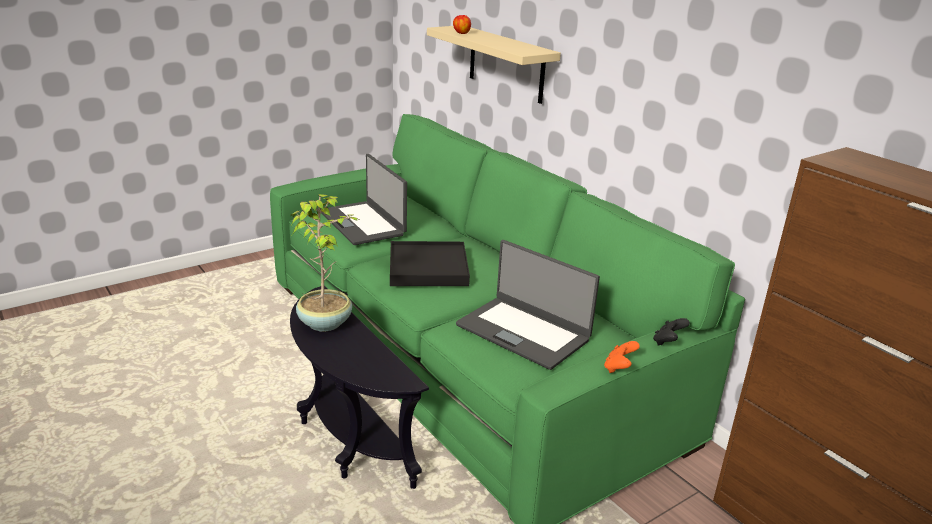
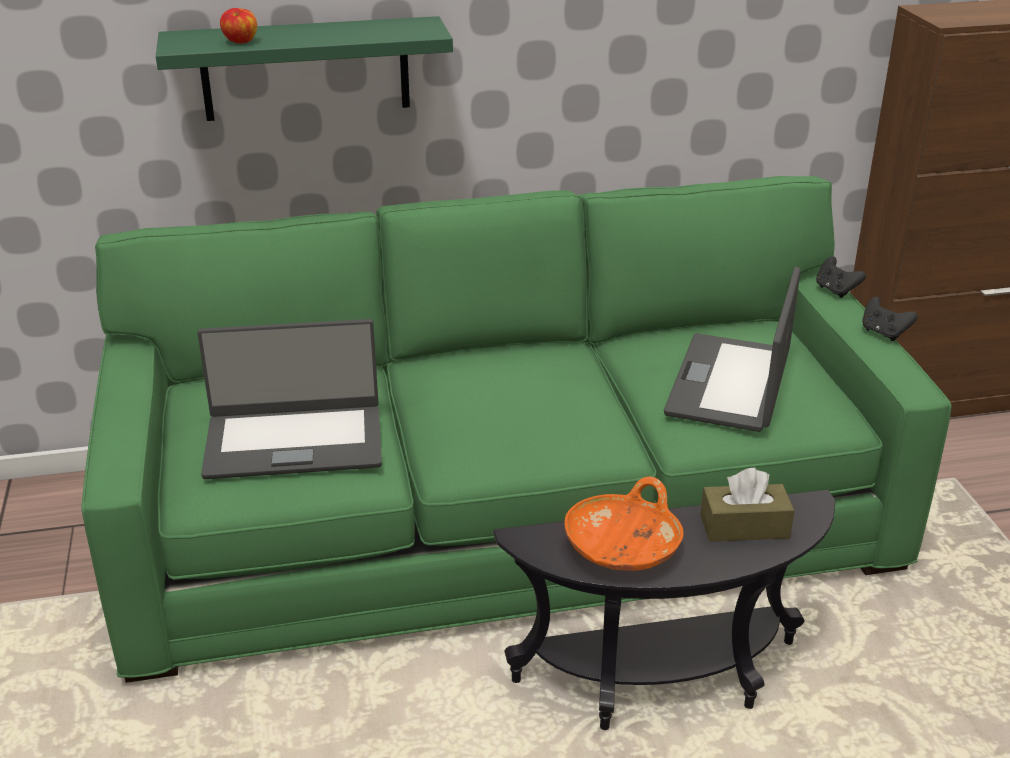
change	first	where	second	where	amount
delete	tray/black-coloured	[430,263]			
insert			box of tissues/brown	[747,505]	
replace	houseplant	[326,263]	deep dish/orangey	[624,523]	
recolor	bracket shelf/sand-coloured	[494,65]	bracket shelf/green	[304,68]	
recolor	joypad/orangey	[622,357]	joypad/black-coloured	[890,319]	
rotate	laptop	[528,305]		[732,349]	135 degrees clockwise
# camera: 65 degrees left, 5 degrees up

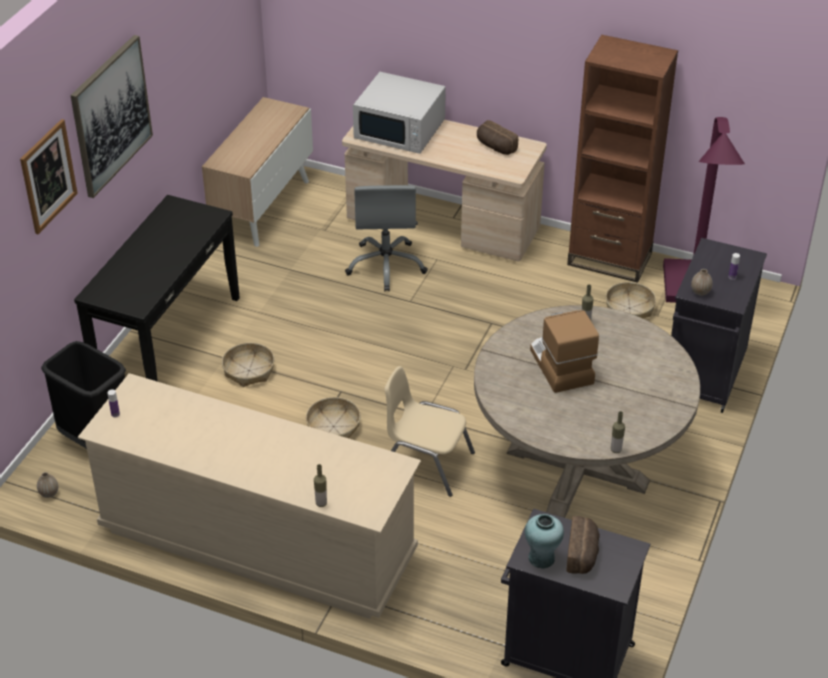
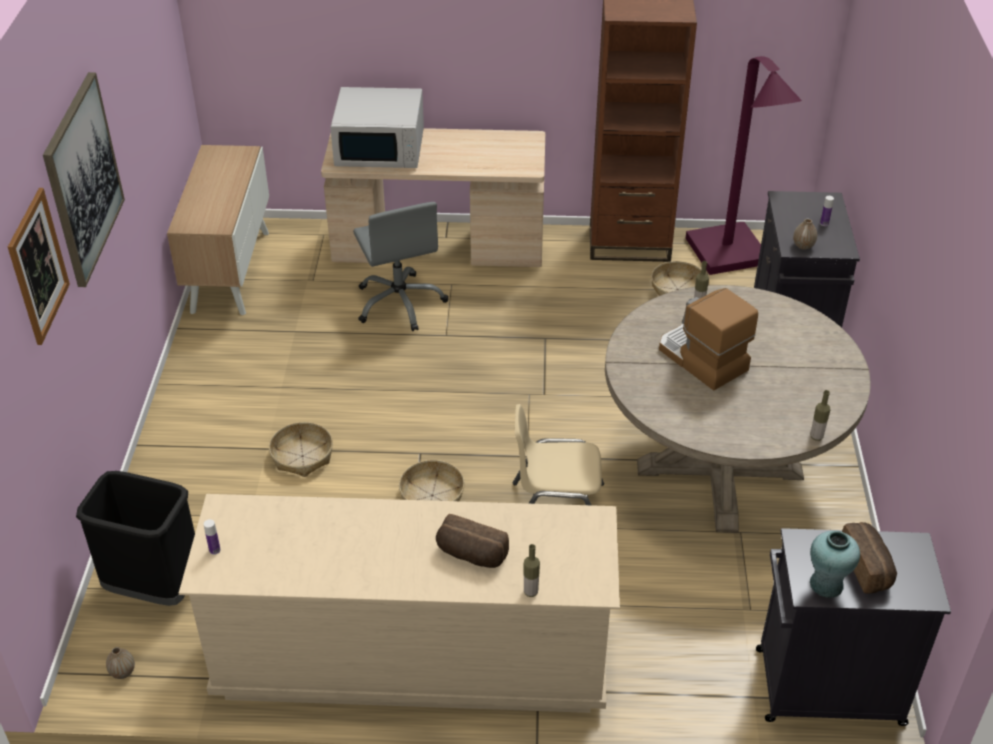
change	first	where	second	where	amount
delete	console table/black-coloured	[157,288]			
move	bakery bread	[497,137]		[472,541]	
# camera: 20 degrees left, 0 degrees up

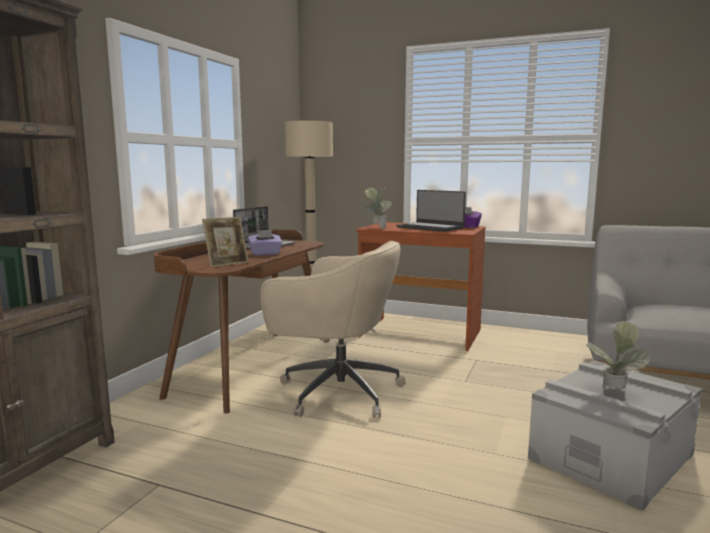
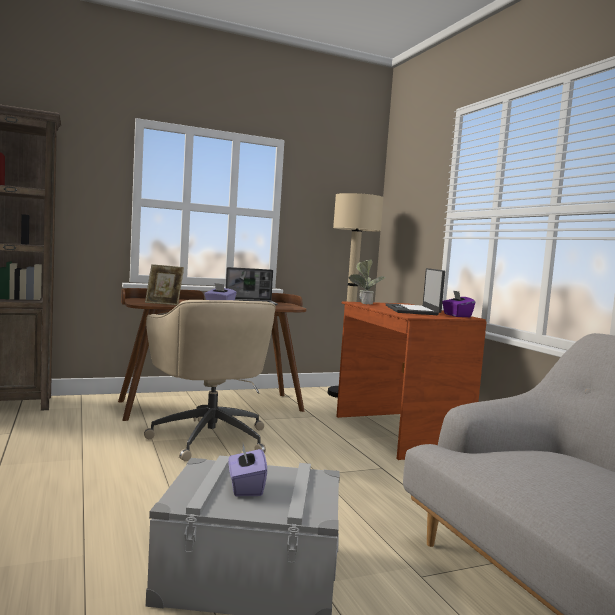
change	first	where	second	where	amount
replace	houseplant	[618,355]	box of tissues/purplish	[248,470]	
# camera: 45 degrees right, 5 degrees down

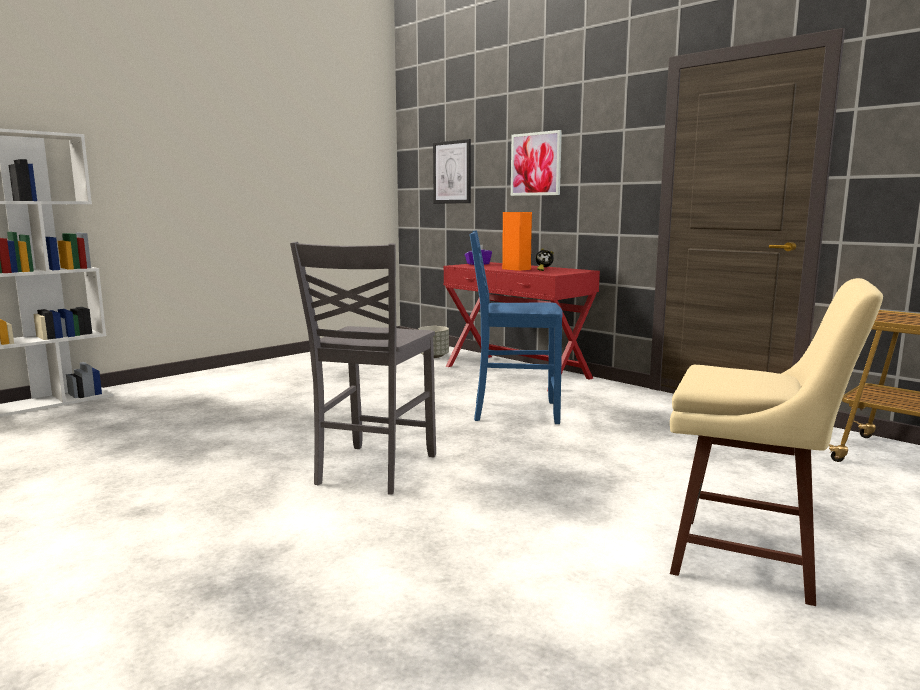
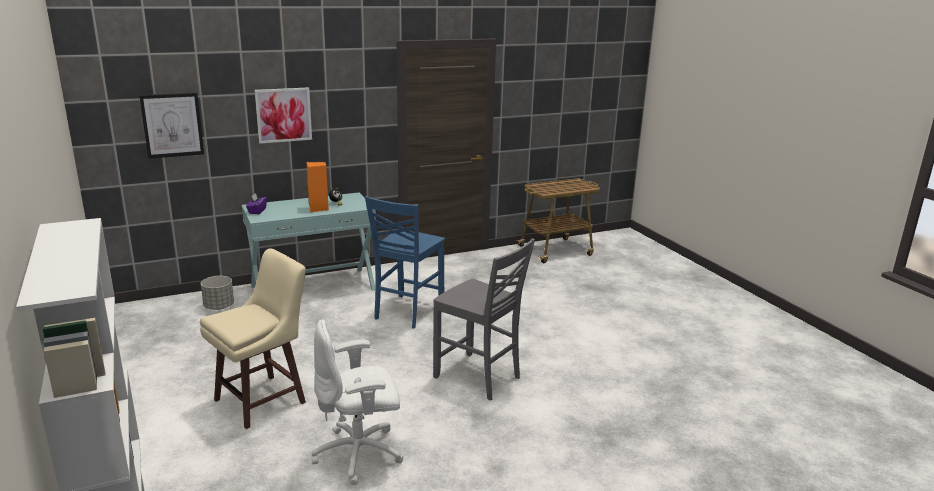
change	first	where	second	where	amount
insert			office chair/white-coloured	[357,402]	
move	stool/sand-coloured	[776,442]		[253,338]	
recolor	console table/reddish	[522,326]	console table/turquoise-coloured	[309,241]	
# camera: 70 degrees left, 10 degrees up

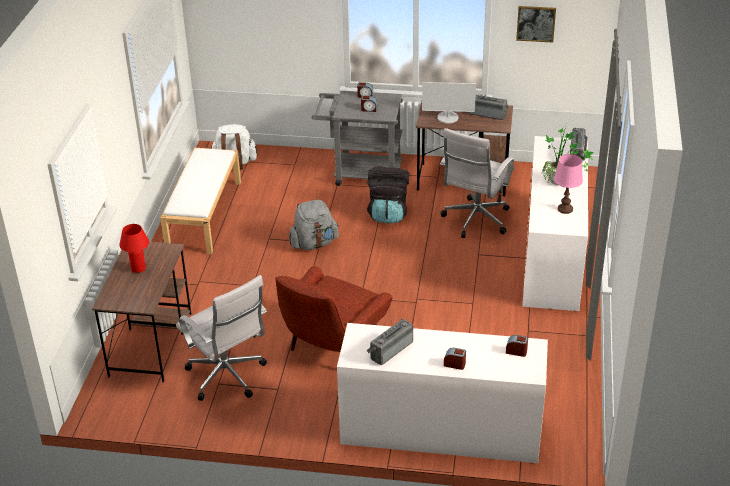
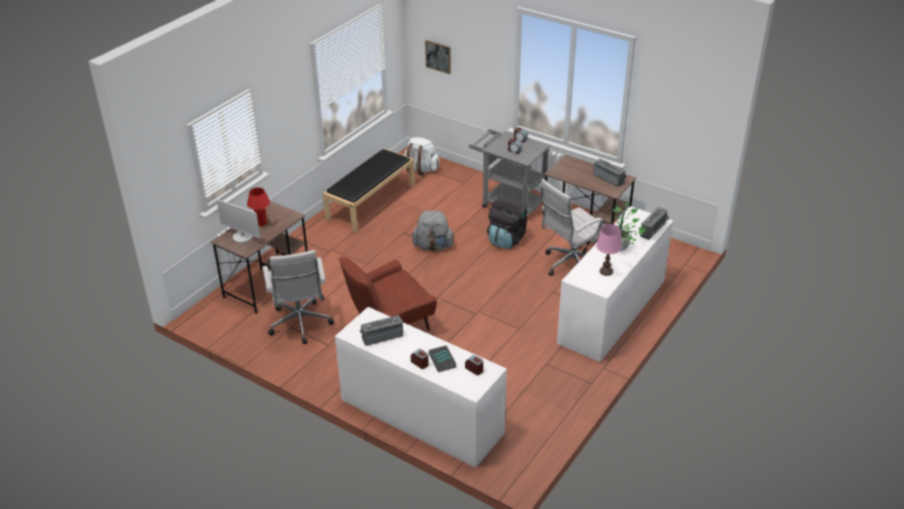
change	first	where	second	where	amount
insert			bound book	[442,358]	
move	monitor	[449,103]		[238,221]	
move	wall art	[536,24]		[438,57]	
recolor	indoor bench/white-coloured	[200,201]	indoor bench/black-coloured	[368,190]	
# camera: 25 degrees right, 0 degrees up

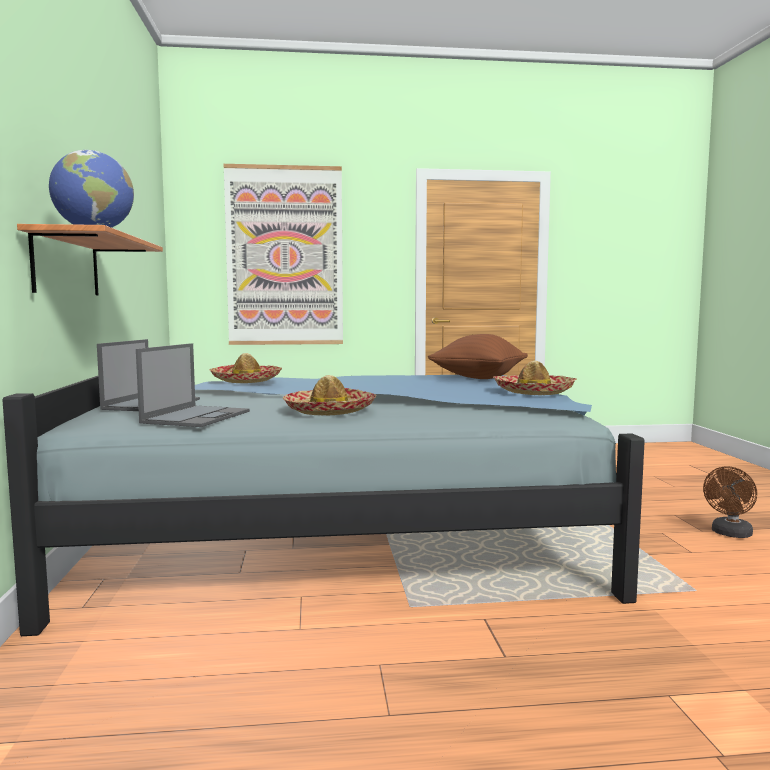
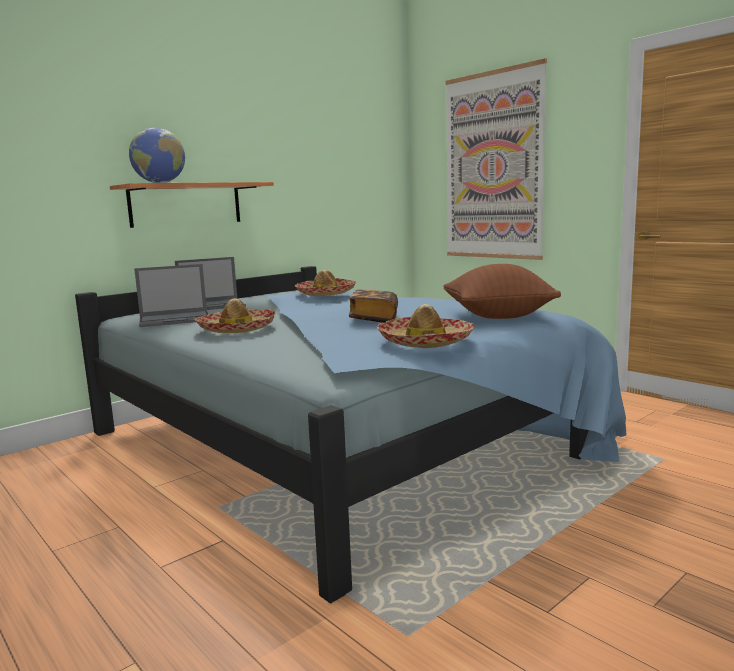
change	first	where	second	where	amount
delete	fan/brown	[730,502]			
insert			bound book	[373,306]	
# camera: 55 degrees right, 5 degrees up

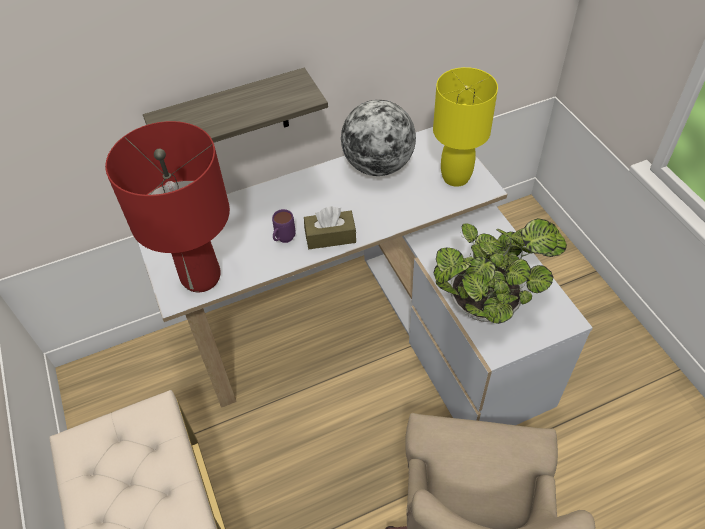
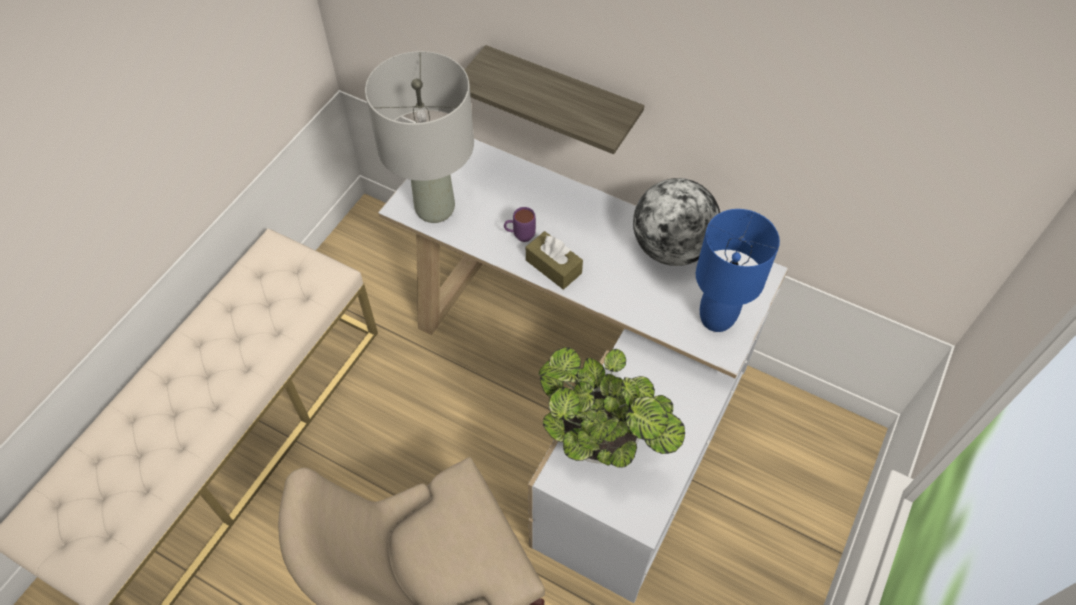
change	first	where	second	where	amount
recolor	lamp for a table/reddish	[167,206]	lamp for a table/greyish	[419,137]	
recolor	lamp for a table/yellowish	[465,127]	lamp for a table/blue	[738,270]	
# camera: 50 degrees right, 5 degrees up

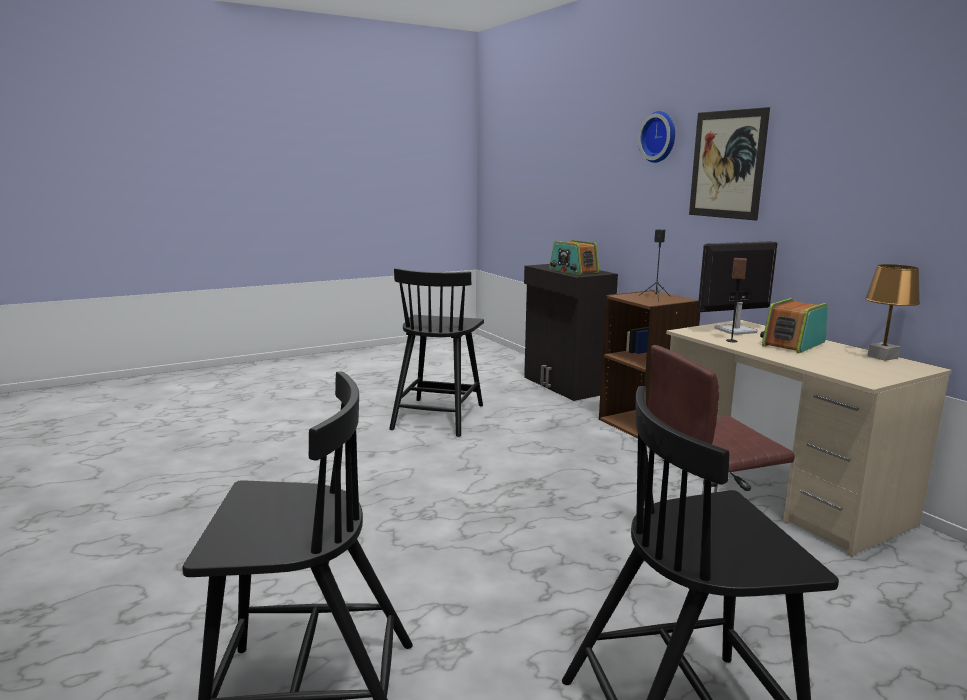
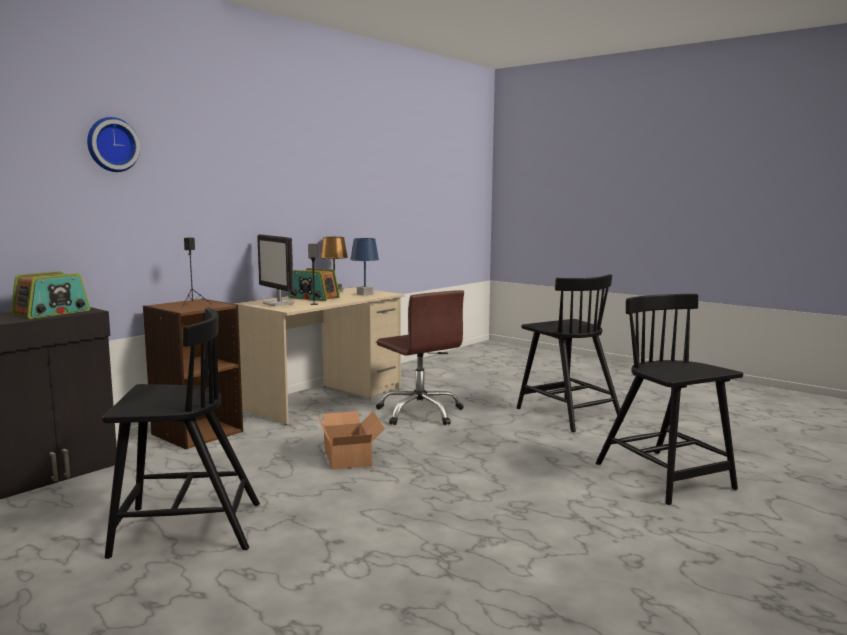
change	first	where	second	where	amount
delete	wall art	[729,164]			
insert			carton	[350,440]	
insert			lamp for a table/blue	[364,267]	
# camera: 110 degrees left, 5 degrees down

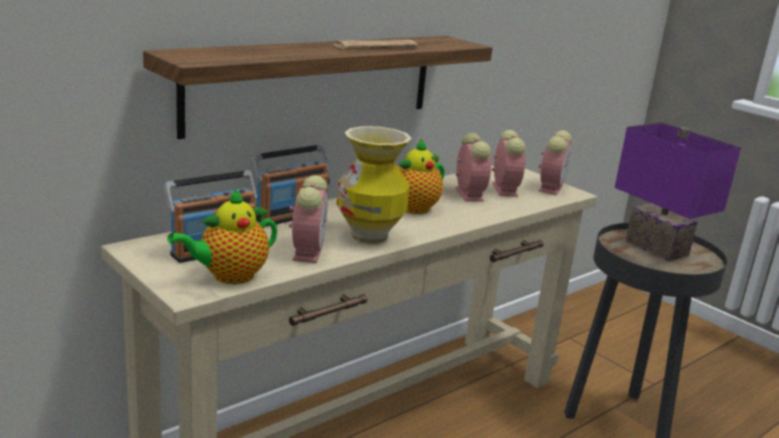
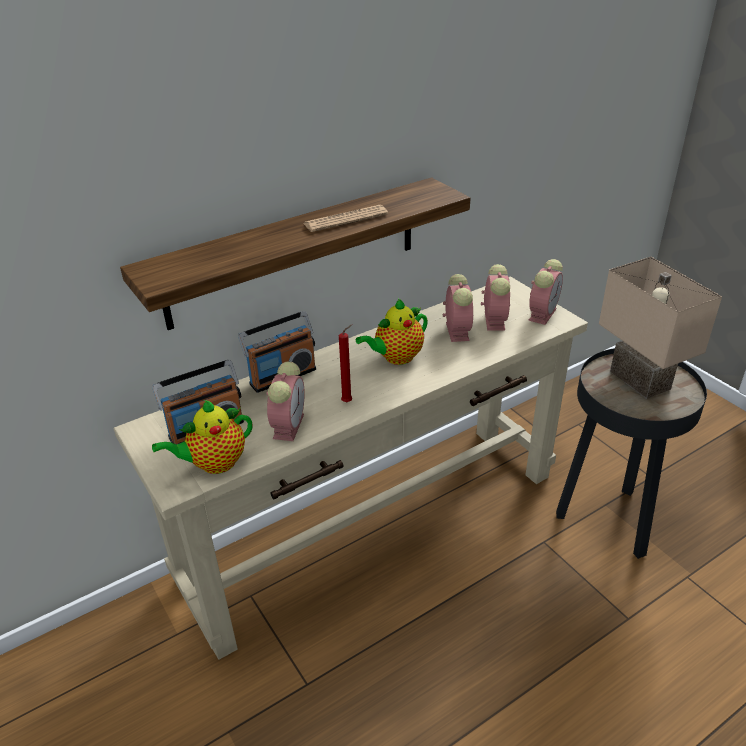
change	first	where	second	where	amount
replace	flower vase	[374,185]	candle/reddish	[345,363]	
recolor	lamp for a table/purplish	[678,192]	lamp for a table/sand-coloured	[660,328]	
# camera: 10 degrees right, 15 degrees up

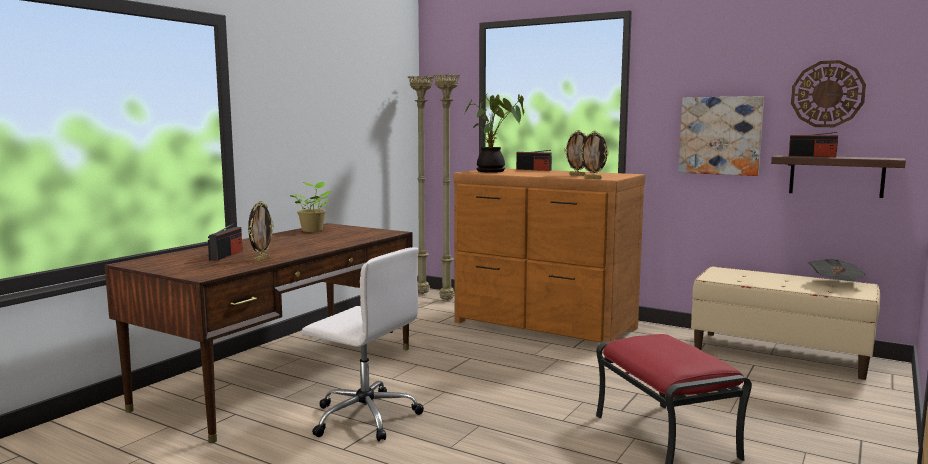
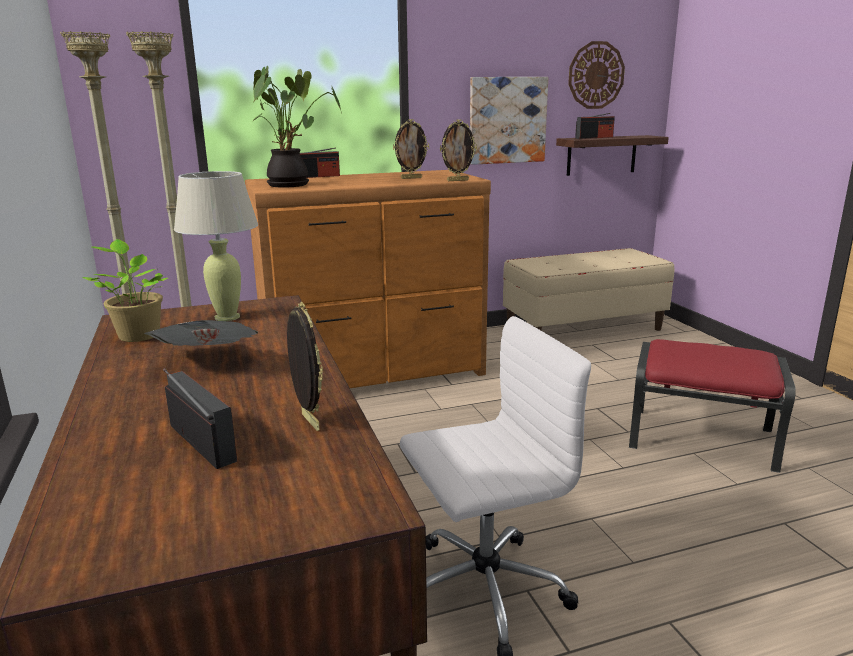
change	first	where	second	where	amount
insert			lamp for a table/sand-coloured	[216,246]	
move	printed paper	[836,270]		[200,333]	
# camera: 50 degrees left, 10 degrees up

